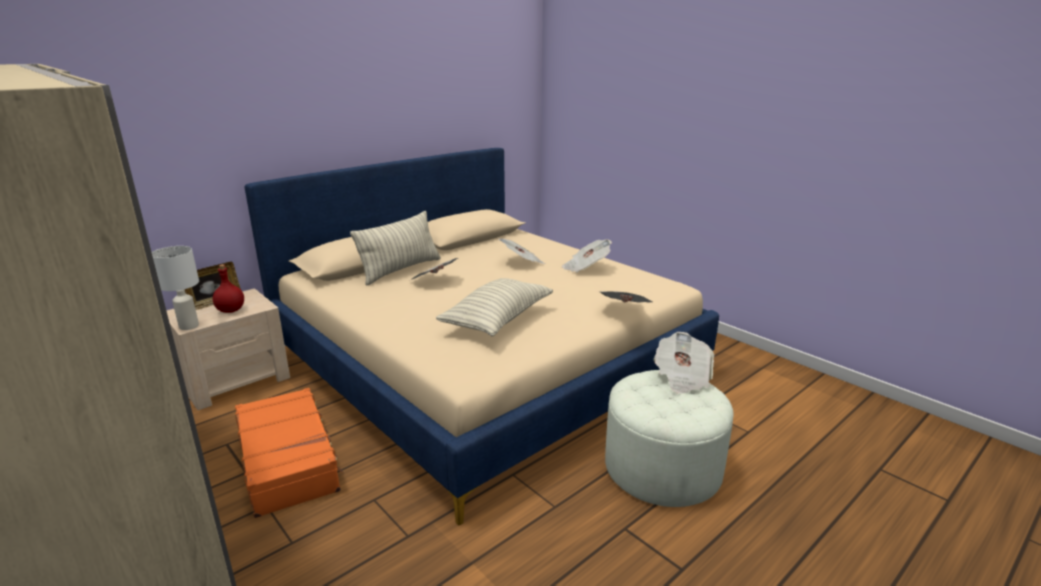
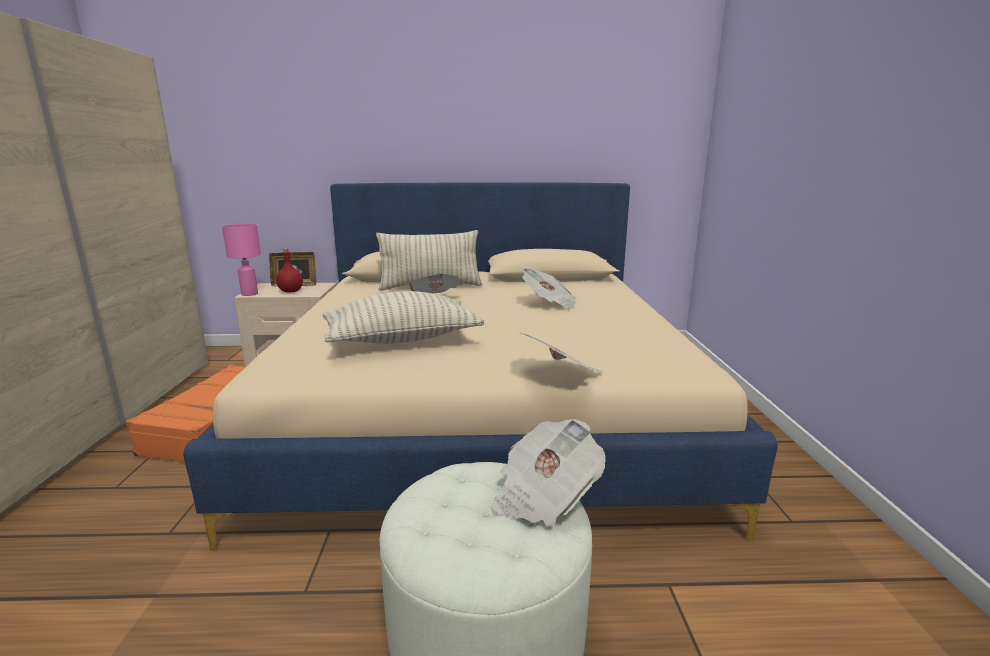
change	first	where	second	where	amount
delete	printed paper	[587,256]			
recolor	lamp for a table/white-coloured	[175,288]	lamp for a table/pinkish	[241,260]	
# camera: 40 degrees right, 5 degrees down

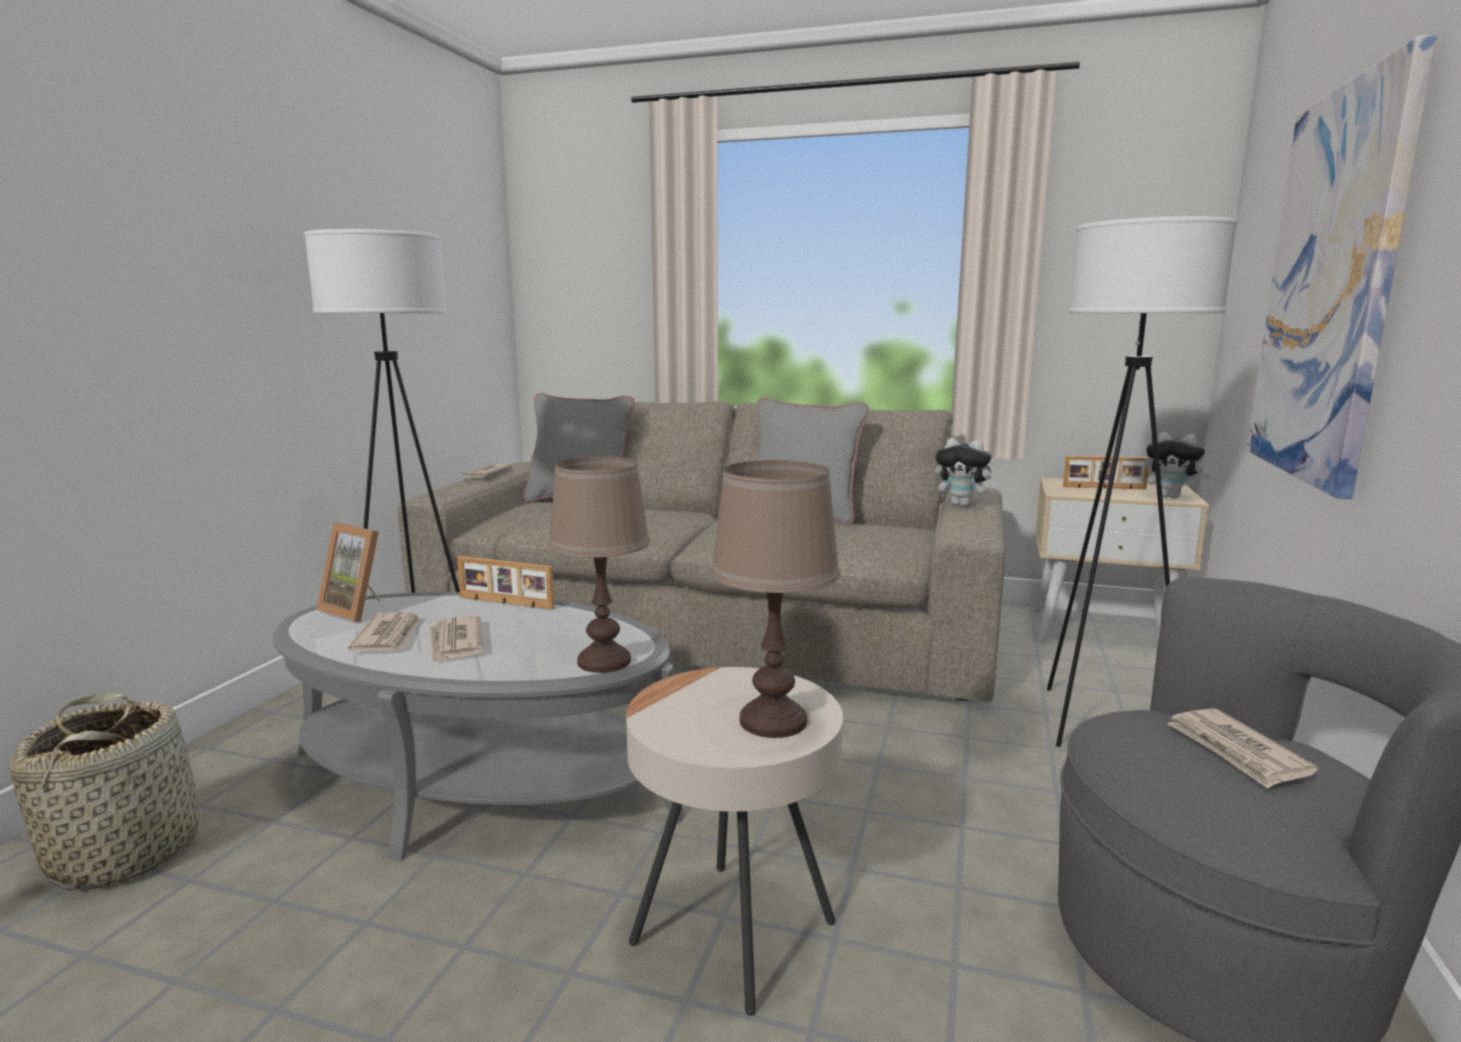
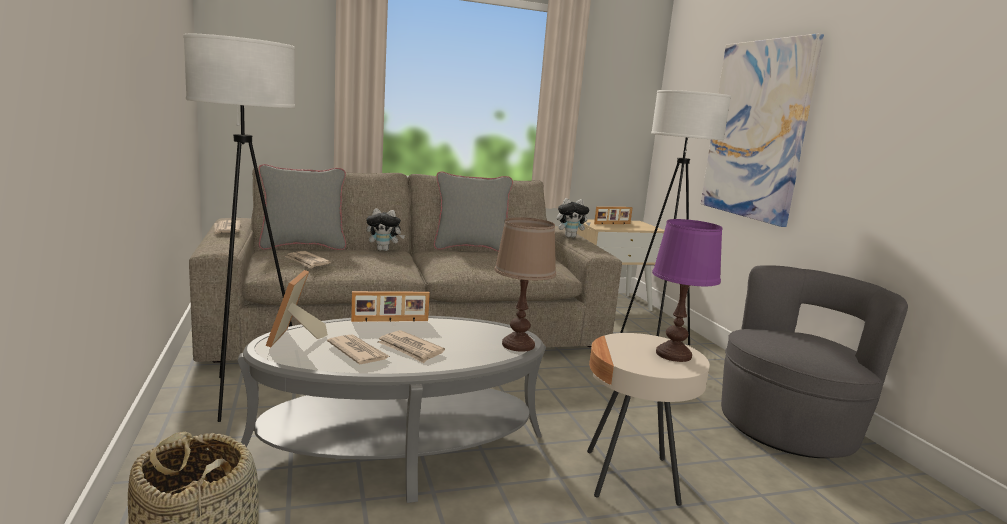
change	first	where	second	where	amount
move	cuddly toy	[1177,465]		[385,229]	
move	printed paper	[1242,748]		[308,259]	
recolor	lamp for a table/brown	[775,599]	lamp for a table/purplish	[687,290]	
rotate	picture frame	[348,572]		[297,308]	90 degrees clockwise
# camera: 35 degrees left, 0 degrees up

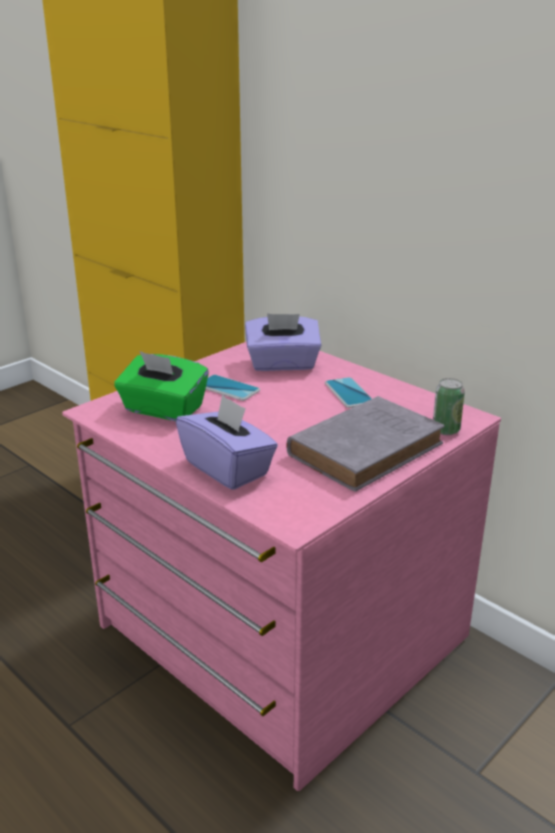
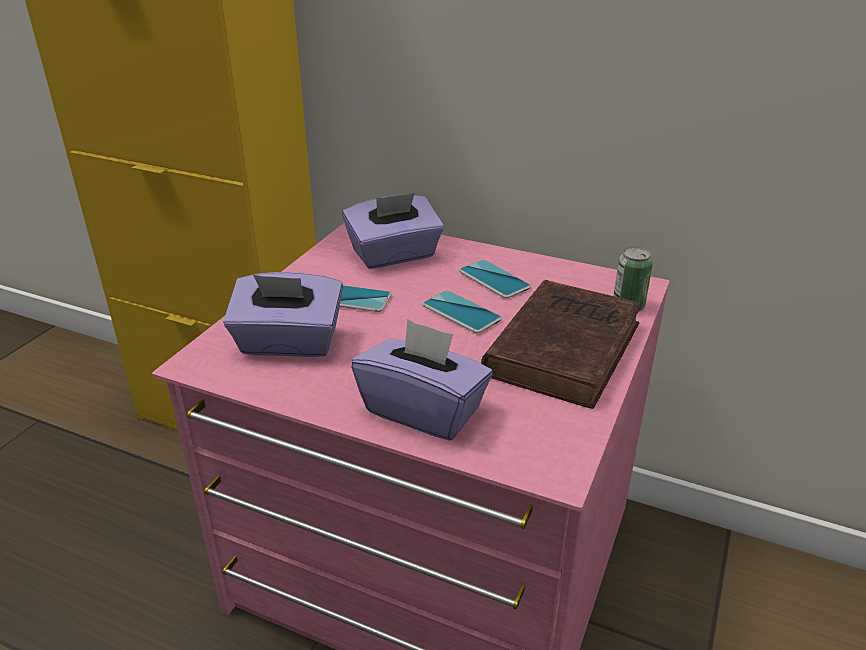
change	first	where	second	where	amount
insert			handset	[462,311]	
recolor	box of tissues/green	[161,386]	box of tissues/purplish	[283,314]	
recolor	bound book/greyish	[366,444]	bound book/brown	[561,344]	
# camera: 20 degrees left, 5 degrees up

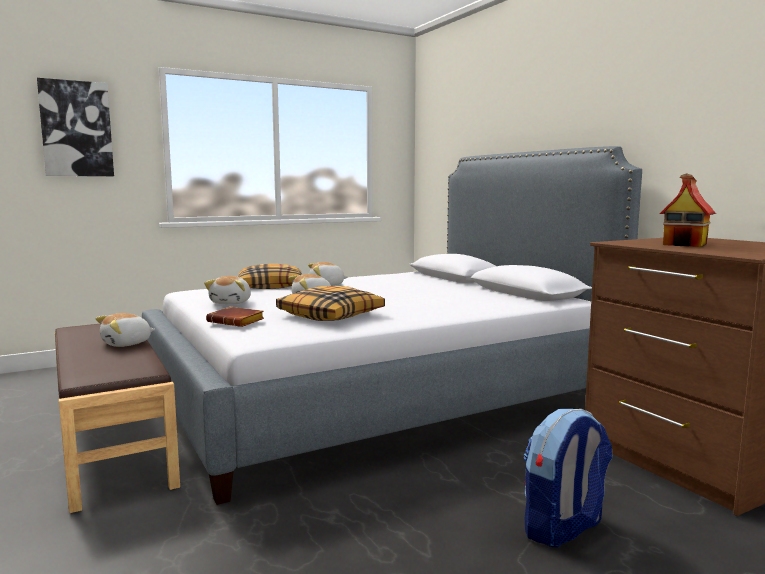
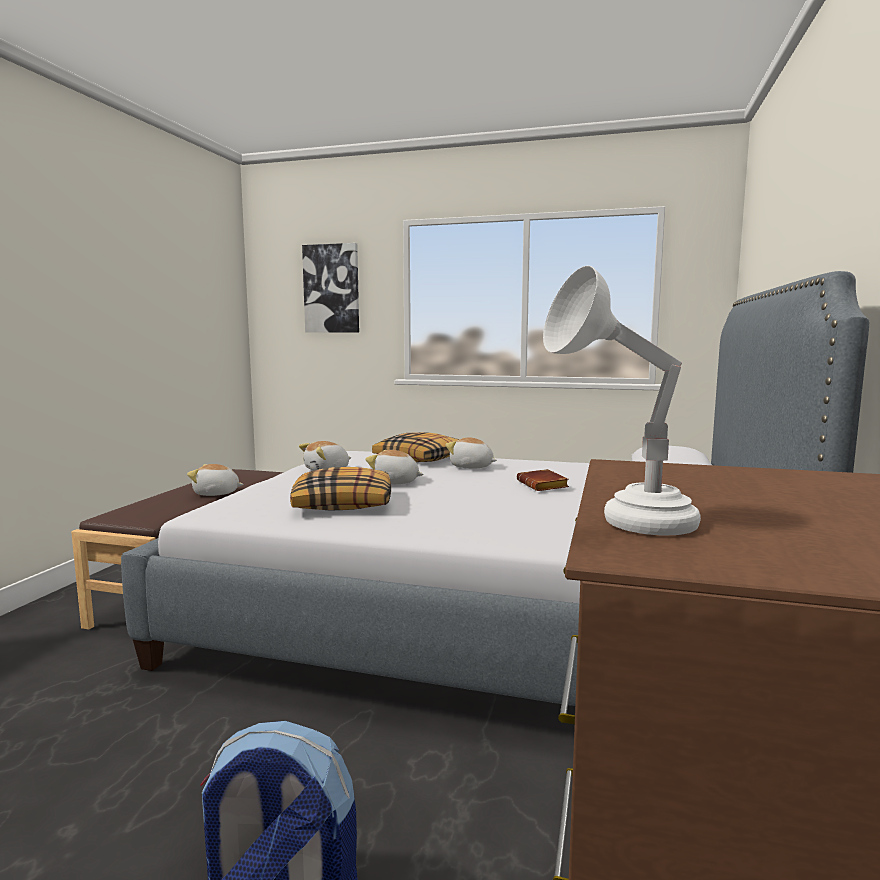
change	first	where	second	where	amount
delete	toy house	[688,210]			
insert			lamp for a table/white-coloured	[622,401]	
move	bound book/brown	[235,317]		[543,480]	
# camera: 45 degrees right, 0 degrees up

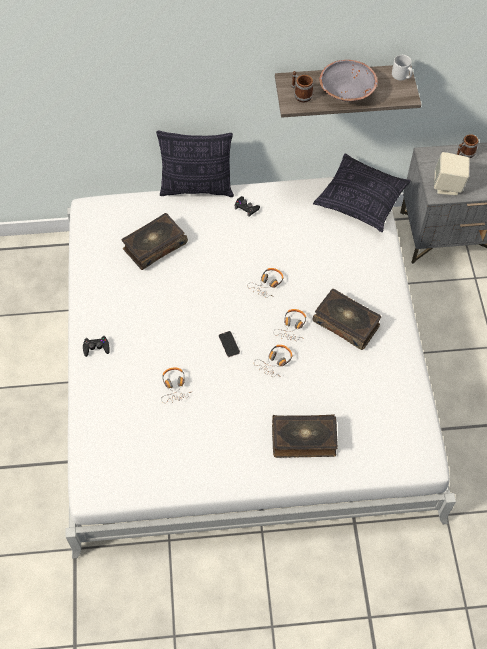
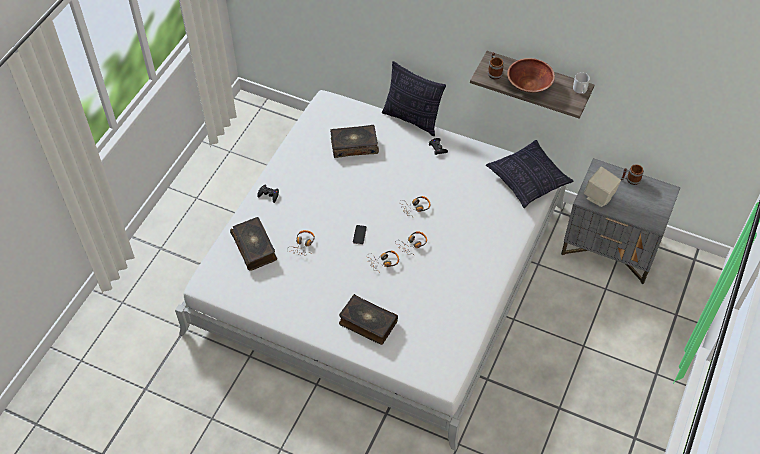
change	first	where	second	where	amount
move	bound book	[346,319]		[253,244]	
recolor	deep dish/greyish	[348,80]	deep dish/brown	[531,75]	
# camera: 30 degrees right, 5 degrees down

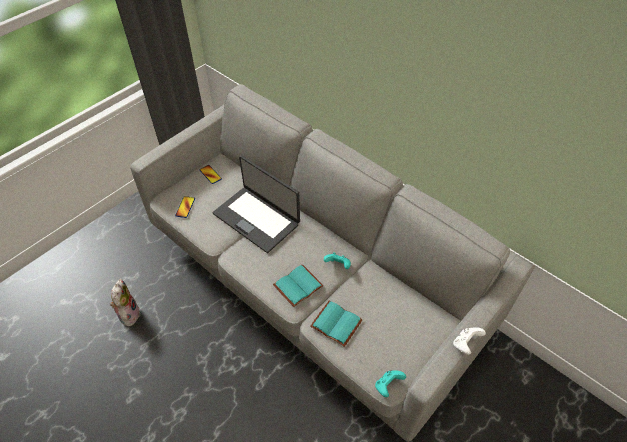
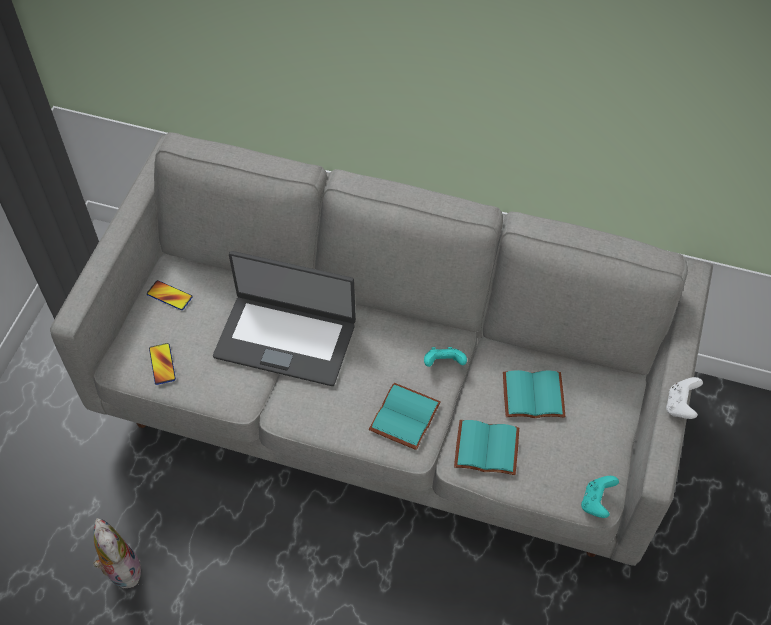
change	first	where	second	where	amount
insert			bound book/turquoise-coloured	[534,394]	
# camera: 25 degrees left, 5 degrees up

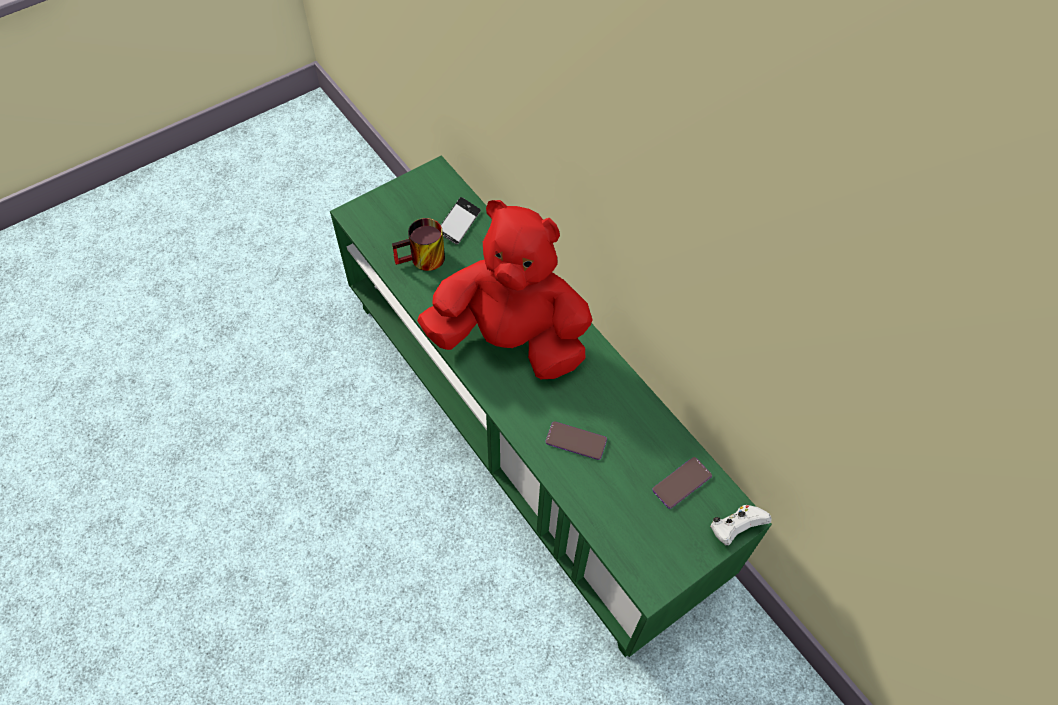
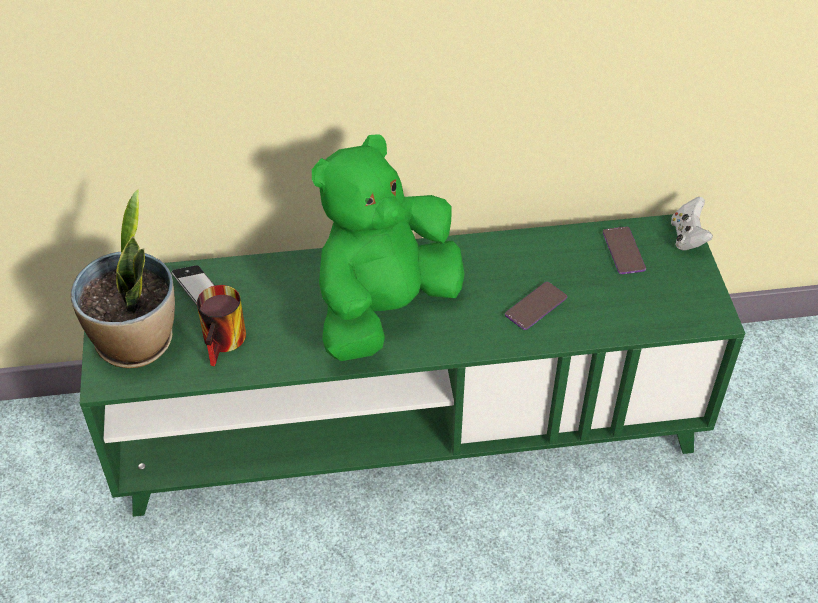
change	first	where	second	where	amount
insert			houseplant	[122,279]	
recolor	cuddly toy/reddish	[505,289]	cuddly toy/green	[388,247]	
# camera: 60 degrees left, 10 degrees down

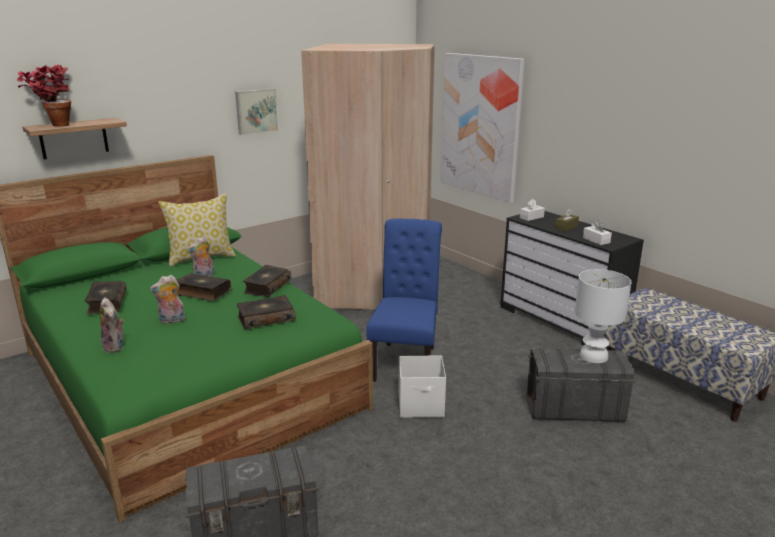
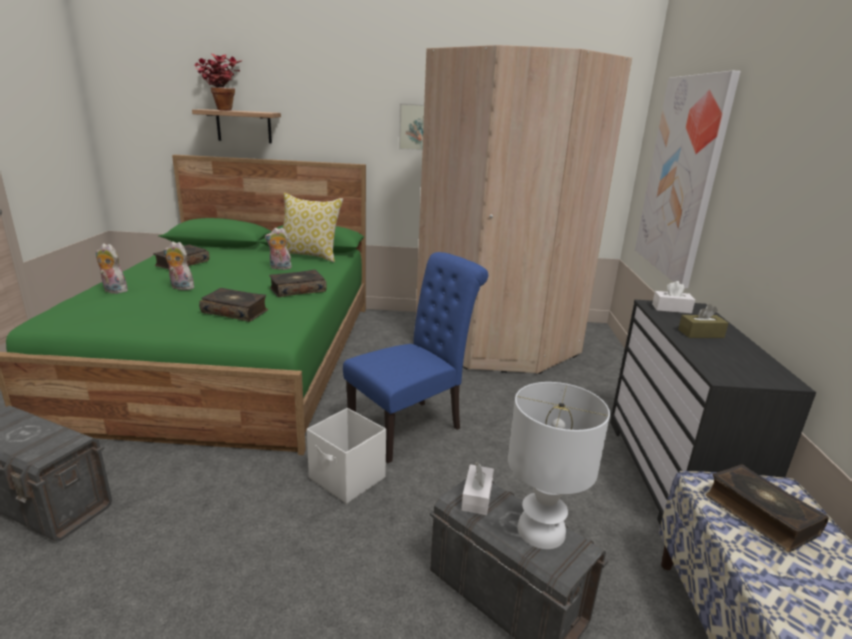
change	first	where	second	where	amount
move	bound book	[204,287]		[767,508]	
move	box of tissues/white-coloured	[597,232]		[477,488]	
rotate	cuddly toy	[112,325]		[111,269]	105 degrees clockwise
# camera: 40 degrees right, 0 degrees up

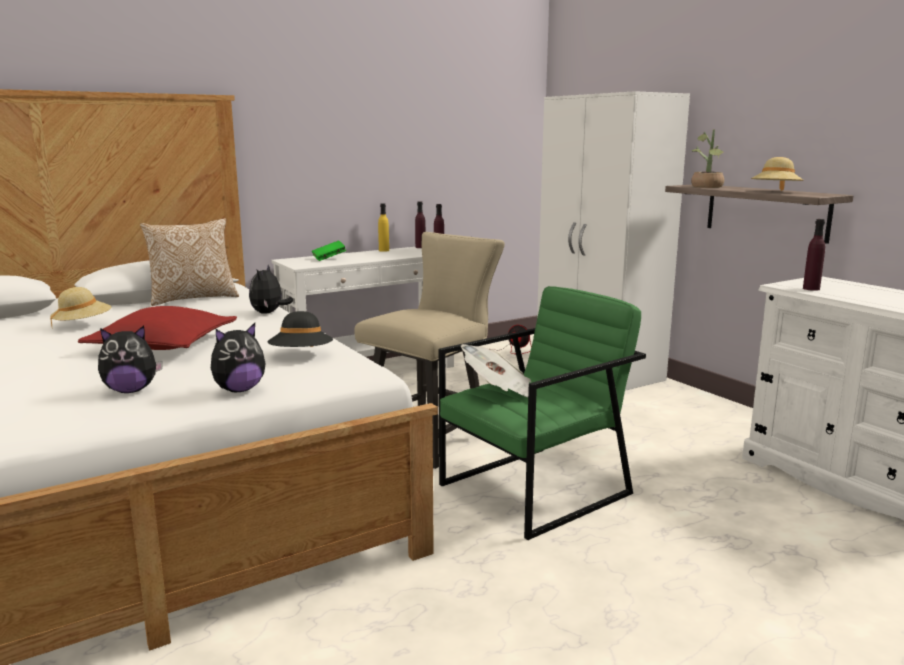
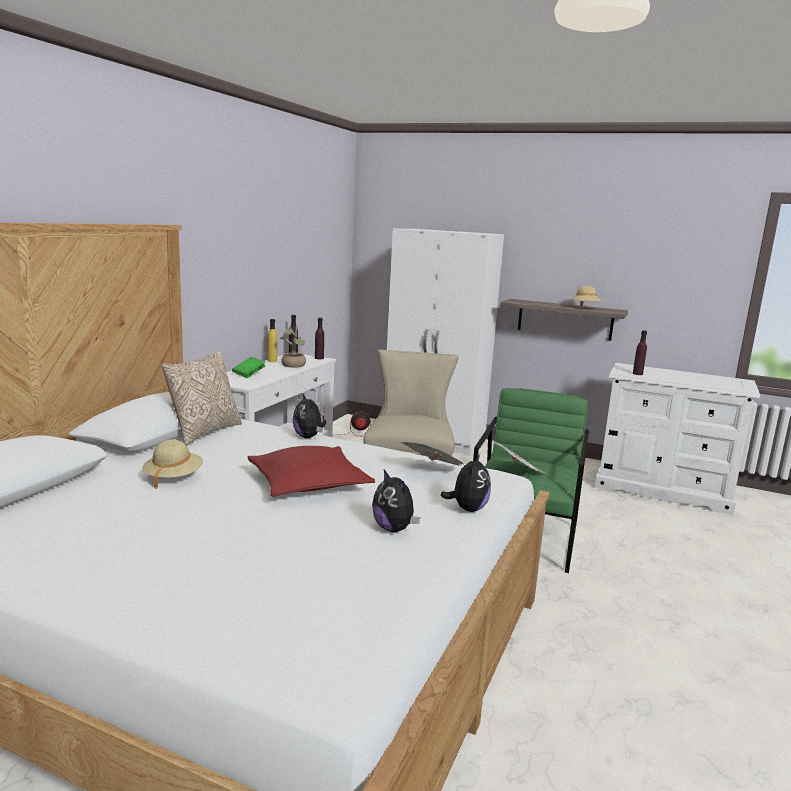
change	first	where	second	where	amount
move	houseplant	[707,158]		[293,346]	
replace	hat/black-coloured	[300,329]	printed paper	[431,453]	
rotate	cuddly toy	[130,359]		[396,501]	105 degrees clockwise
# camera: 35 degrees left, 0 degrees up

